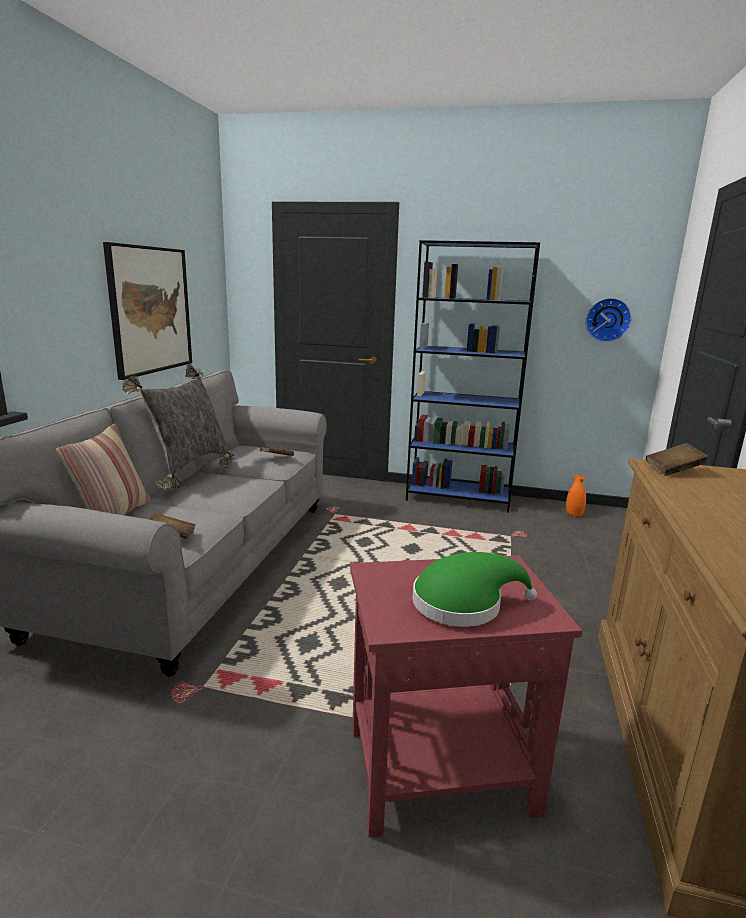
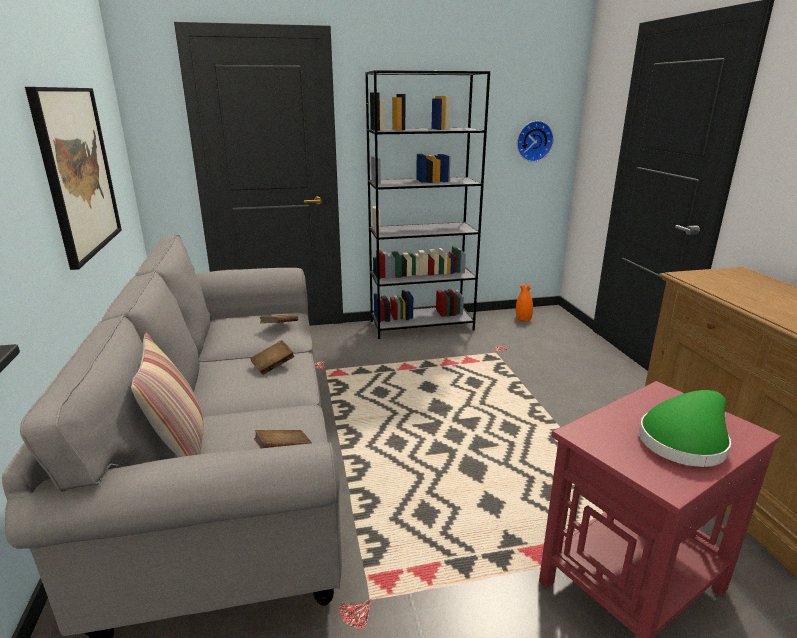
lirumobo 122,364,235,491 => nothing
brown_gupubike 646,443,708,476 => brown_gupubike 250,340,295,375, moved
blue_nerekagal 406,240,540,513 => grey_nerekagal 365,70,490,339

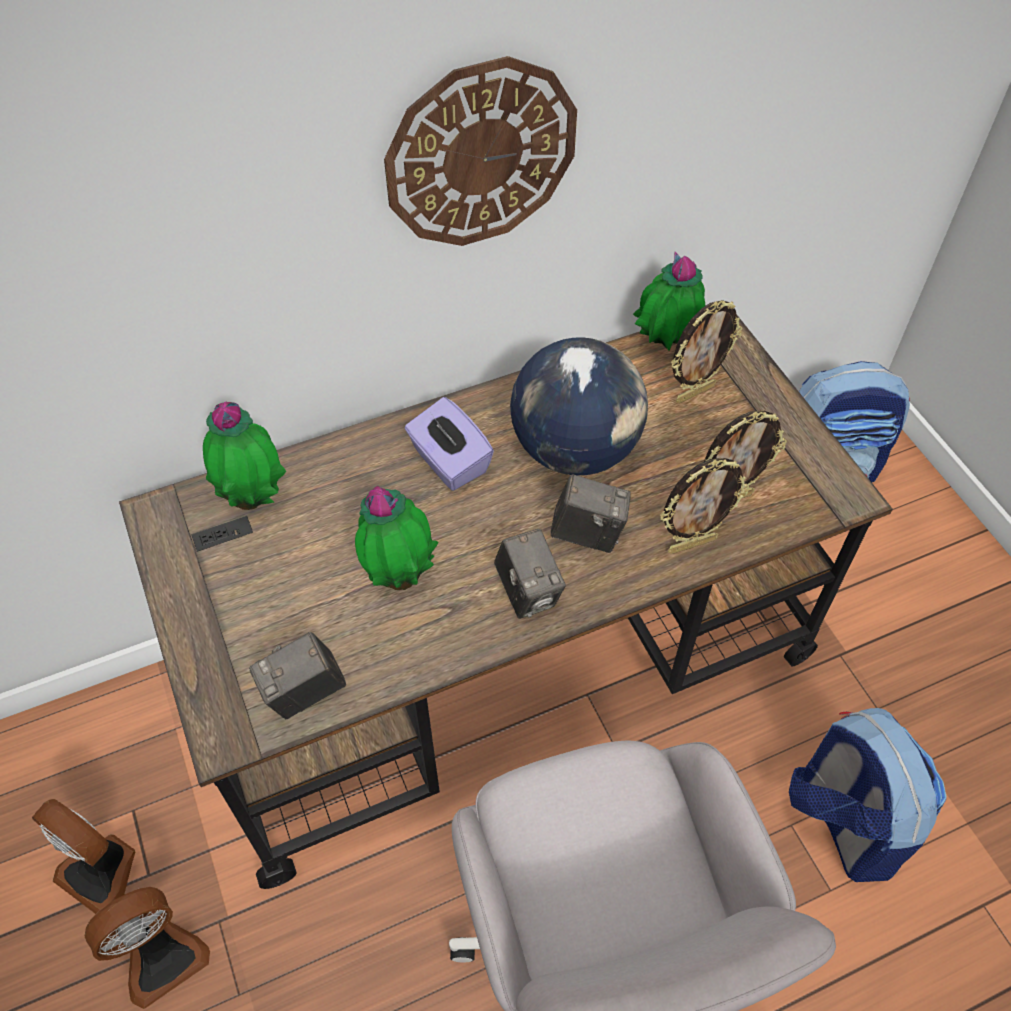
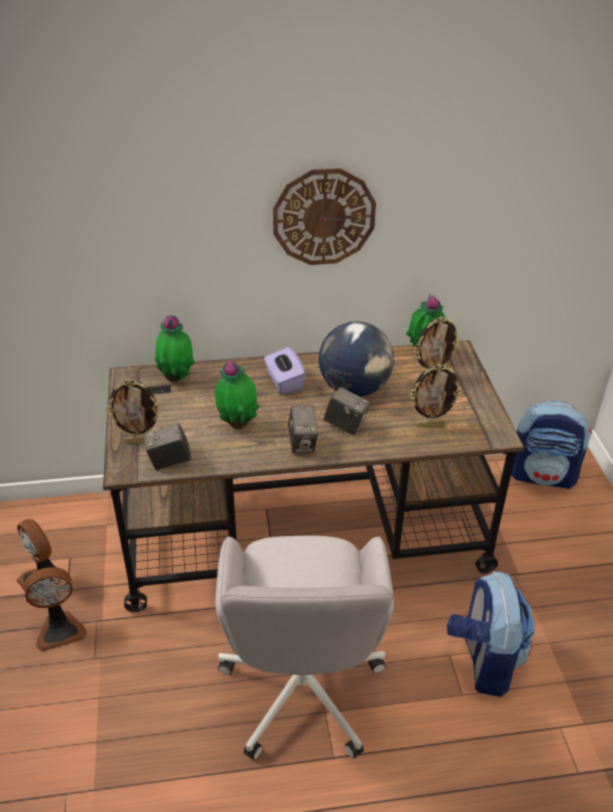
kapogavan 660,458,749,554 => kapogavan 106,379,161,444, moved

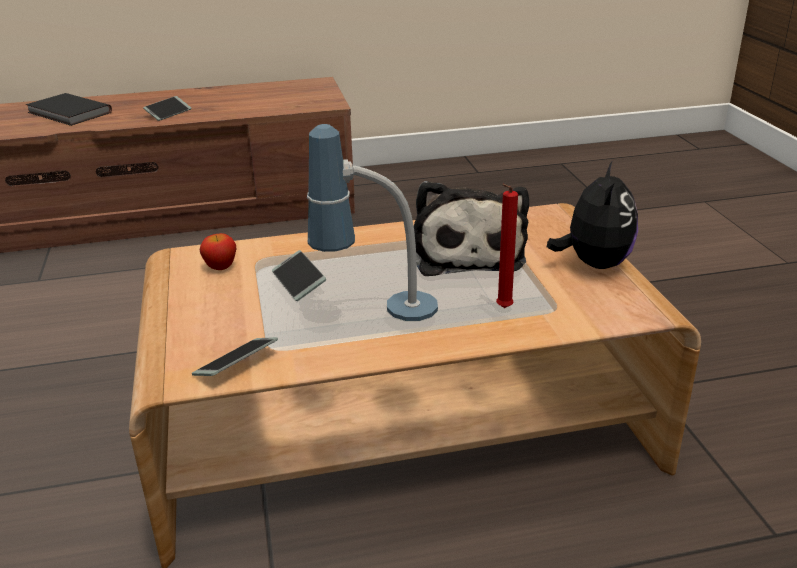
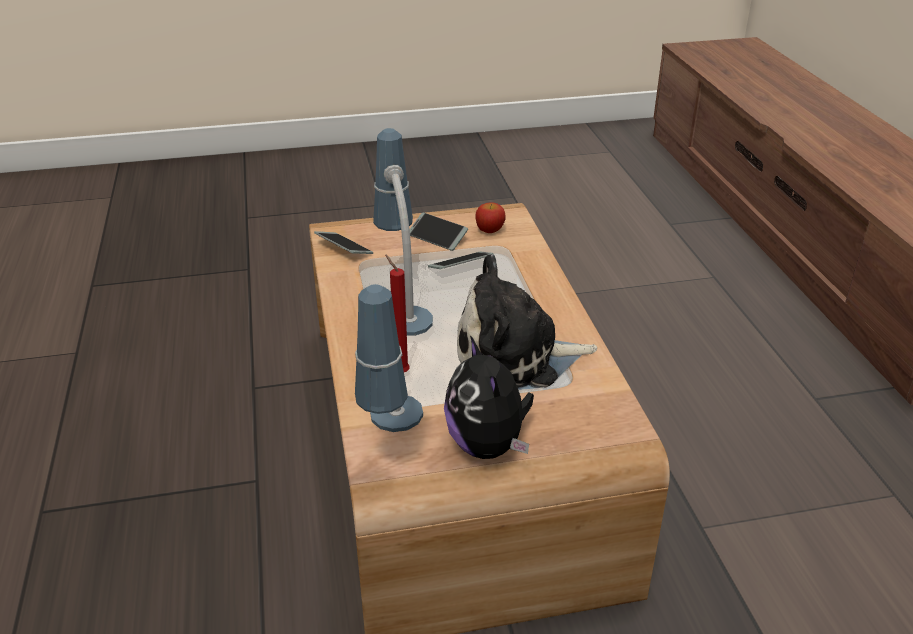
black_gupubike 26,93,112,126 => nothing
nothing => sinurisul 355,284,423,432
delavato 143,96,191,121 => delavato 410,213,468,251, moved
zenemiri 547,160,638,269 => zenemiri 444,335,534,459, 60 degrees clockwise

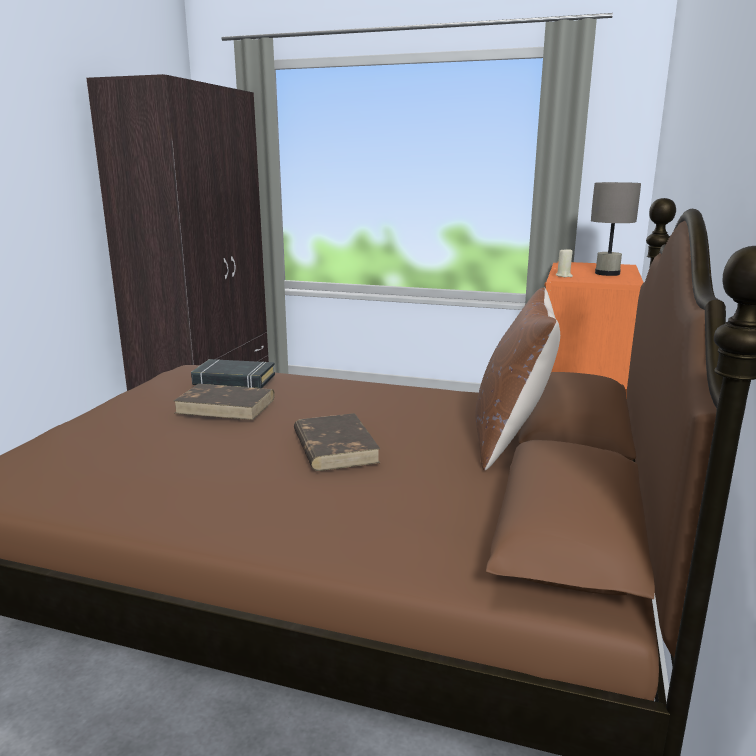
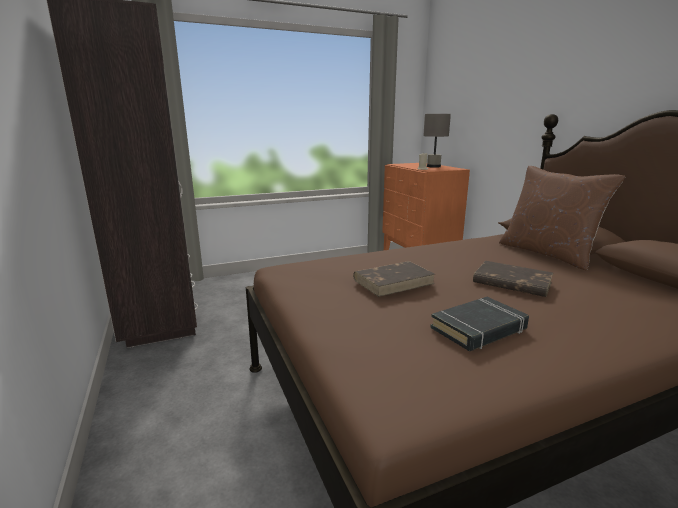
black_gupubike 191,359,275,388 => black_gupubike 430,297,529,351, moved

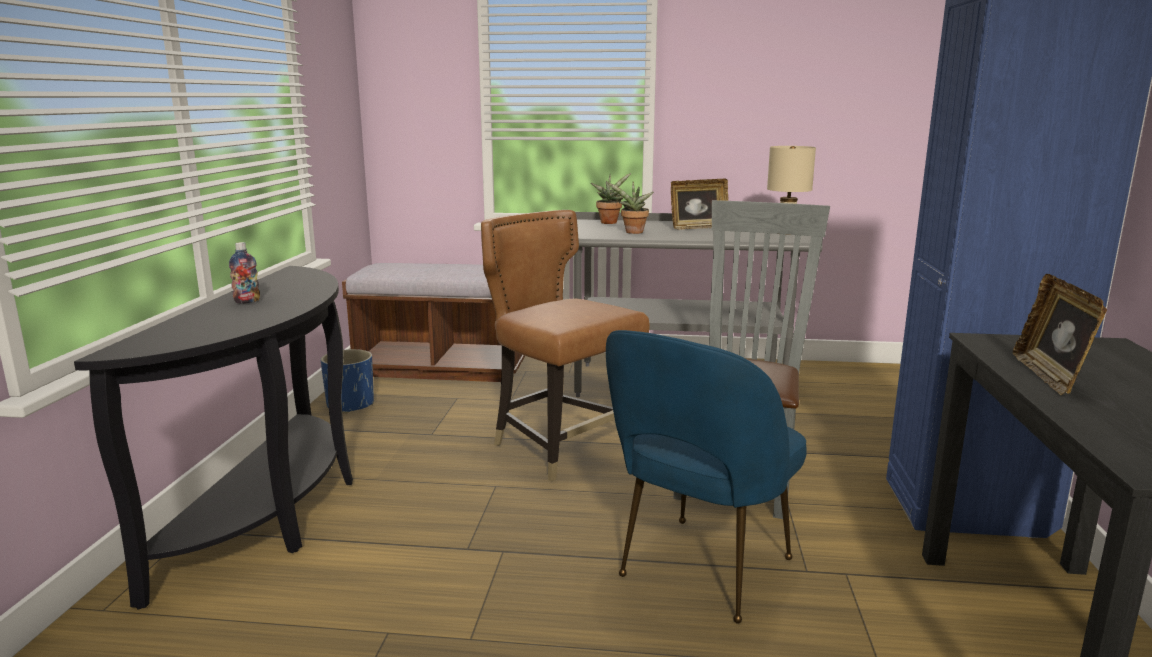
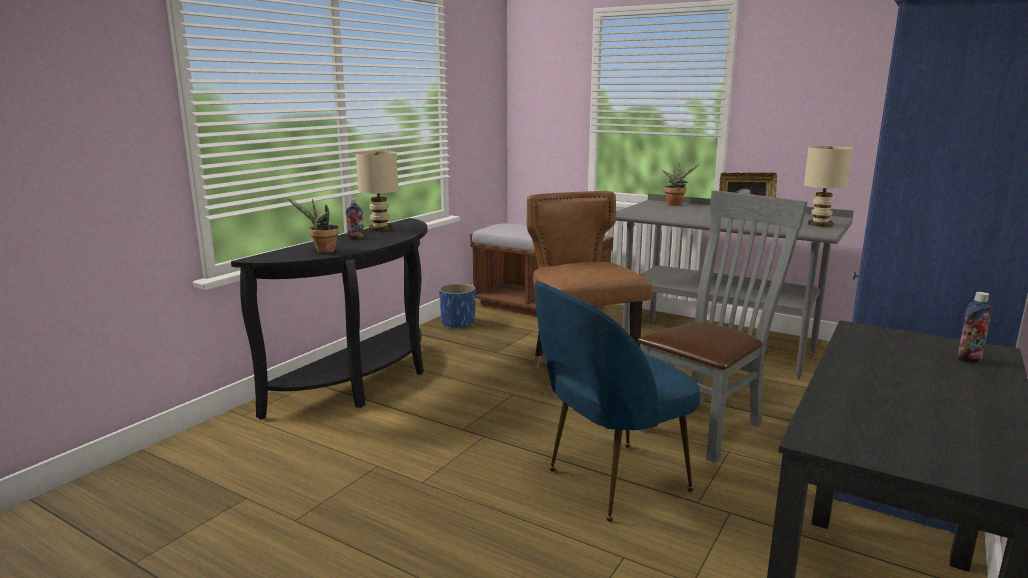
kapogavan 1013,274,1107,396 => nothing
nothing => beige_sinurisul 356,151,398,231
nothing => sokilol 957,292,992,363
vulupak 607,182,654,234 => vulupak 287,198,339,253, moved

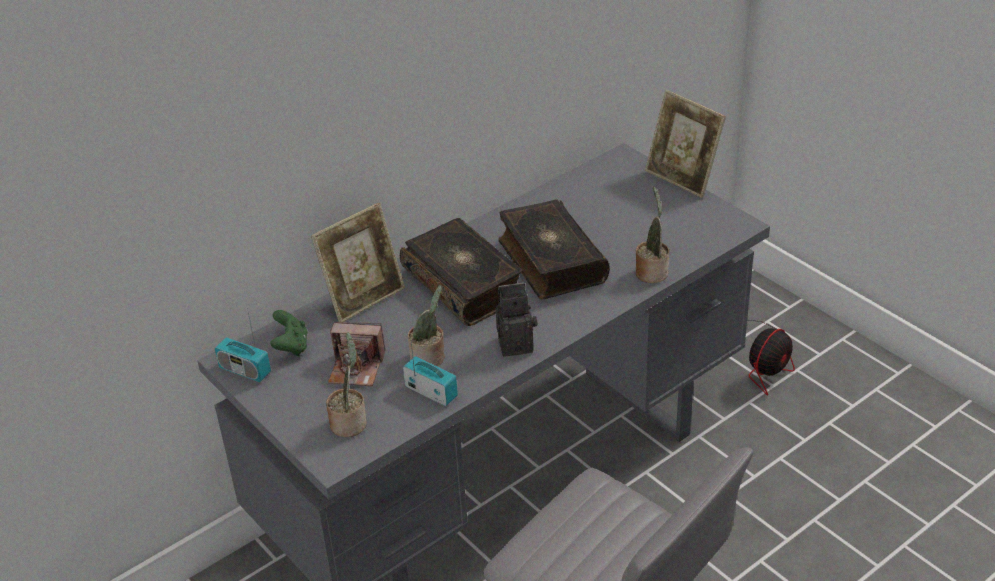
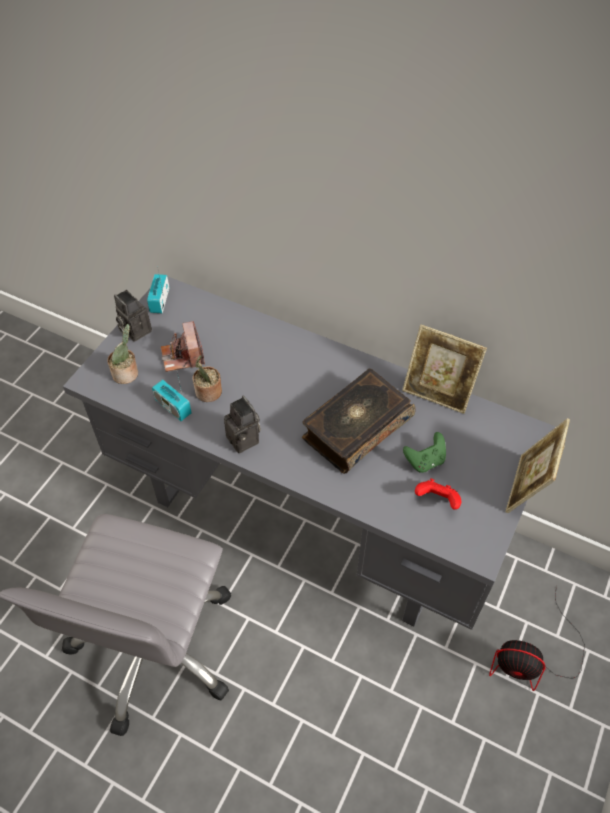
gupubike 400,218,522,326 => nothing
vulupak 636,187,669,283 => nothing
nothing => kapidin 114,290,152,342
nothing => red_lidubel 415,478,461,510
green_lidubel 270,310,308,356 => green_lidubel 403,432,446,473, moved
kapogavan 311,203,405,323 => kapogavan 402,325,487,414, moved
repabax 403,334,458,406 => repabax 152,373,192,421, 120 degrees clockwise

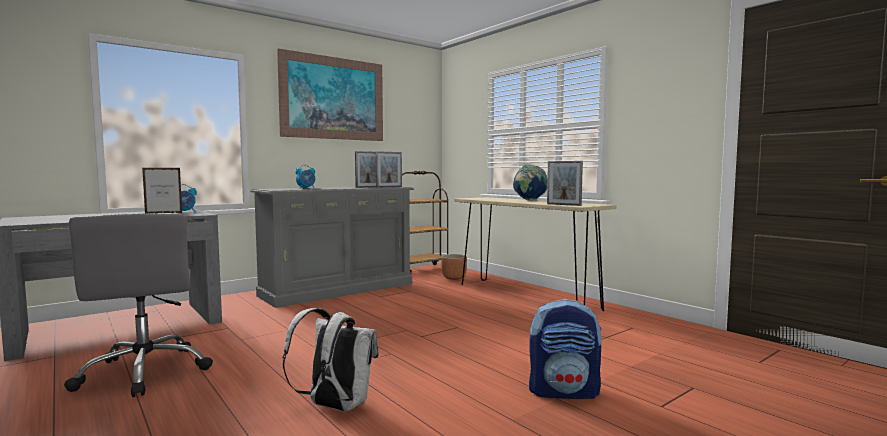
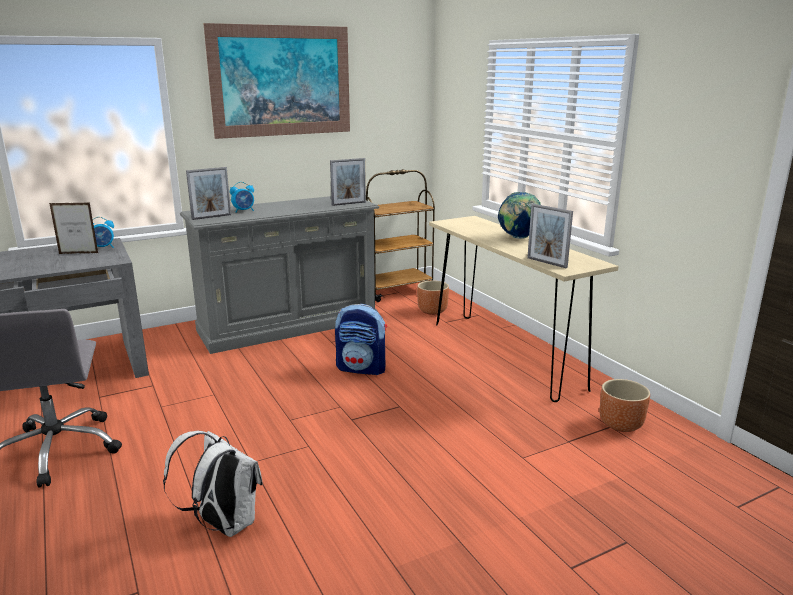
nothing => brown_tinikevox 600,379,650,432
kapogavan 355,151,376,188 => kapogavan 186,167,231,220, moved
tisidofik 529,299,602,399 => tisidofik 335,304,387,375, moved

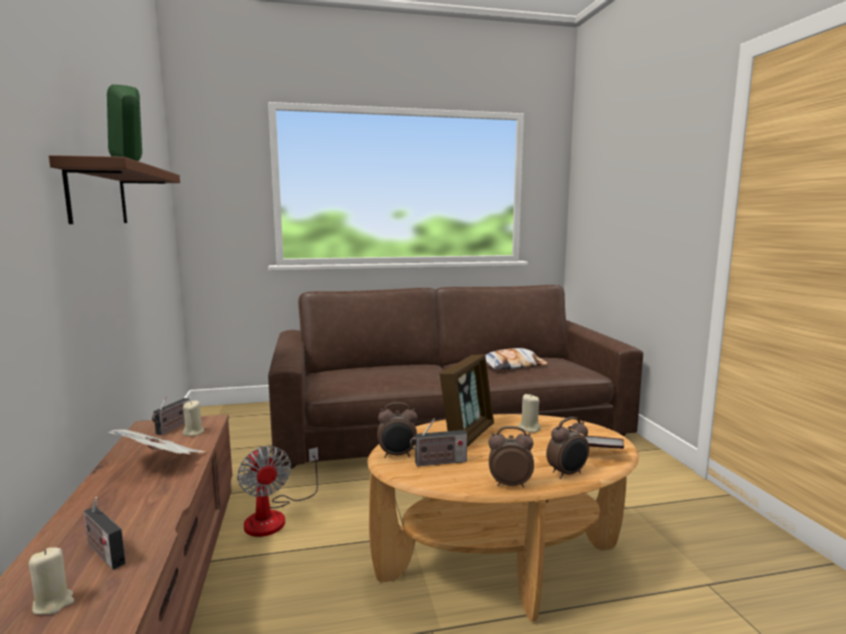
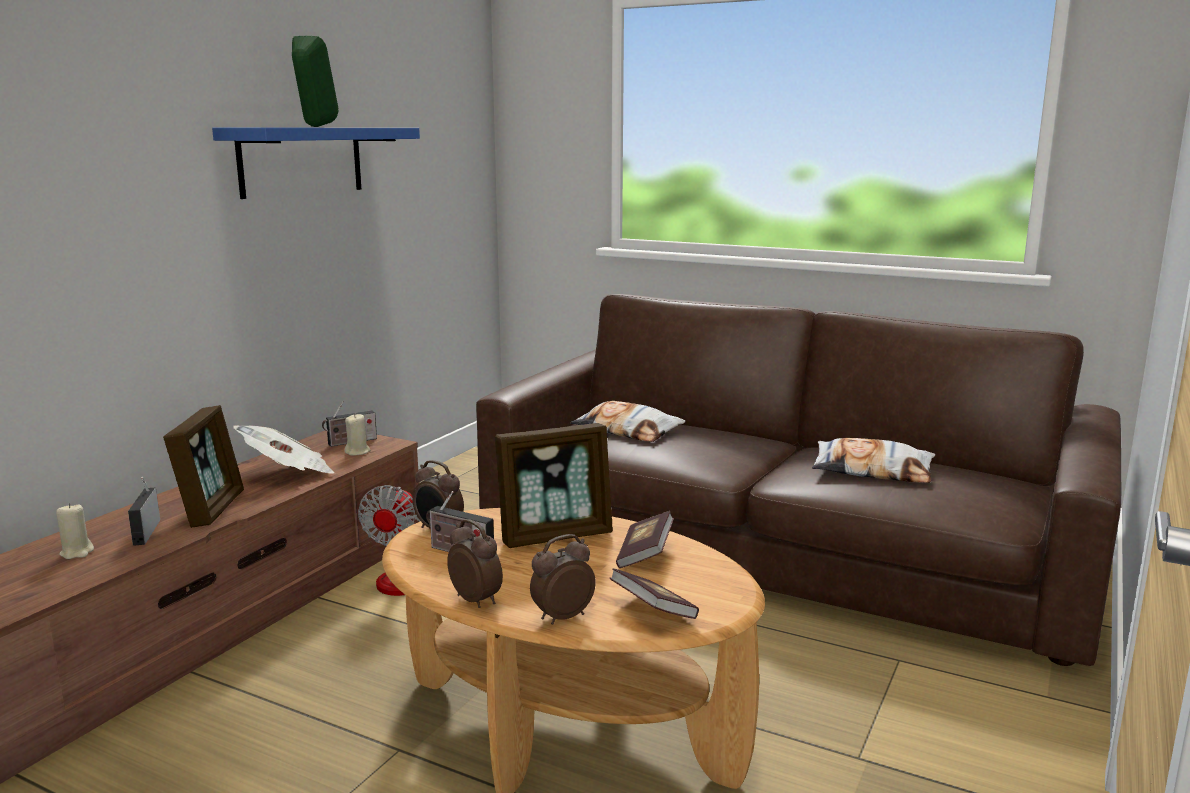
nothing => kapogavan 163,405,244,528
nothing => lirumobo 570,401,686,442
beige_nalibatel 518,394,541,433 => gupubike 616,511,674,568
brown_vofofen 49,155,180,224 => blue_vofofen 212,128,420,199
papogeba 546,417,589,479 => papogeba 530,534,596,625, 135 degrees clockwise

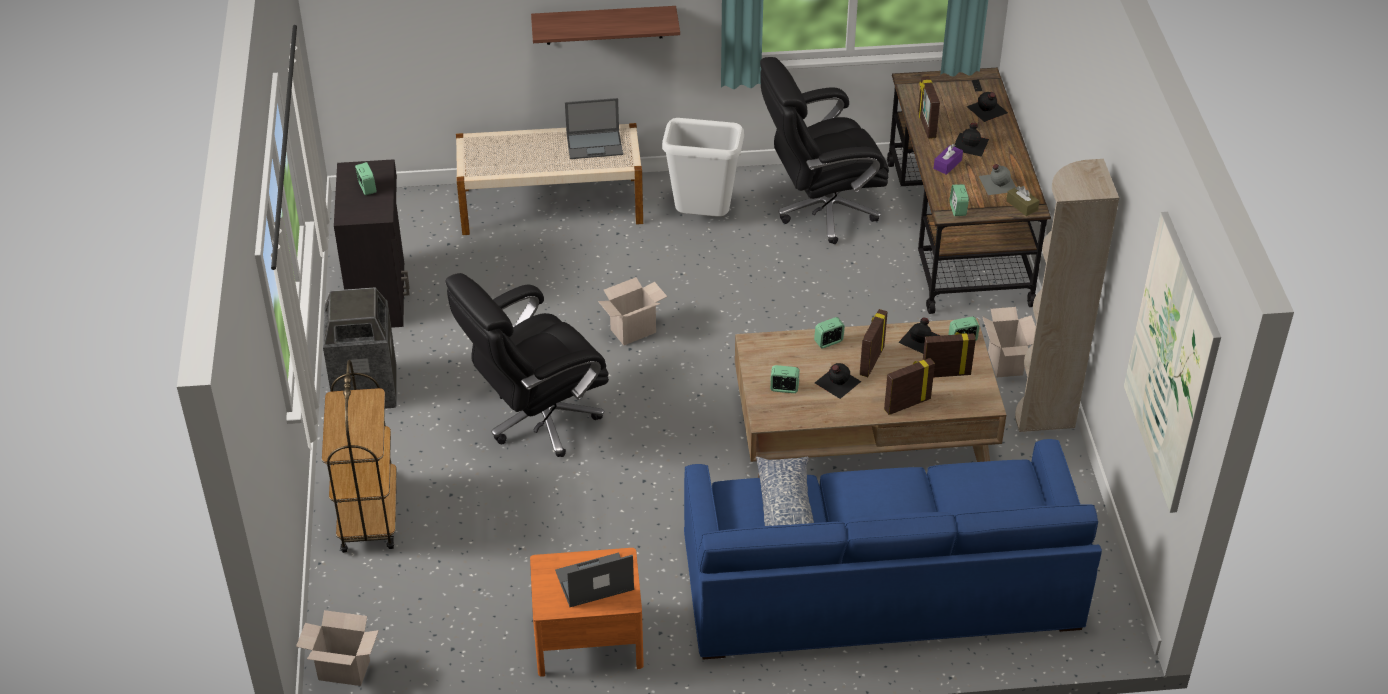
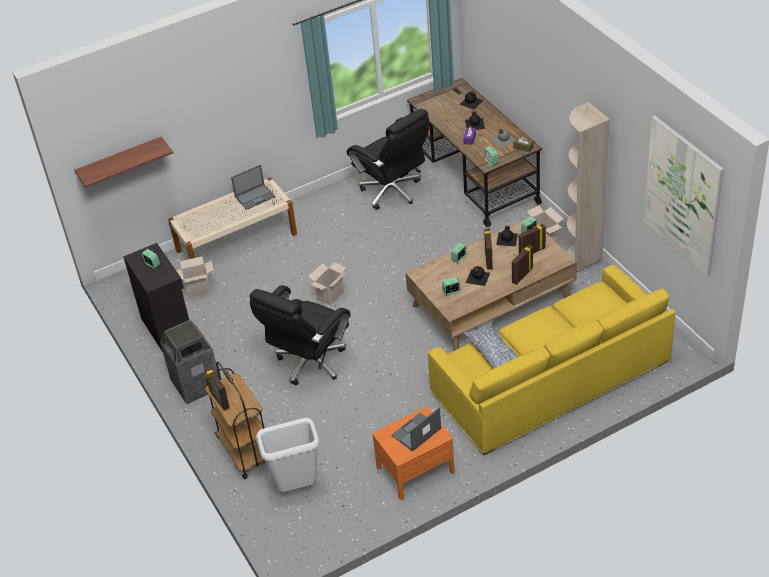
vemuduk 296,610,379,686 => vemuduk 176,256,214,297, moved
vofofen 531,6,680,45 => vofofen 74,136,173,188, moved
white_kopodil 662,118,744,217 => white_kopodil 256,418,319,492, moved
kapogavan 918,76,940,139 => kapogavan 204,367,230,411, moved
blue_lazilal 684,439,1102,659 => yellow_lazilal 428,265,676,455
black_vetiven 760,57,889,244 => black_vetiven 347,109,429,210, 90 degrees counterclockwise

